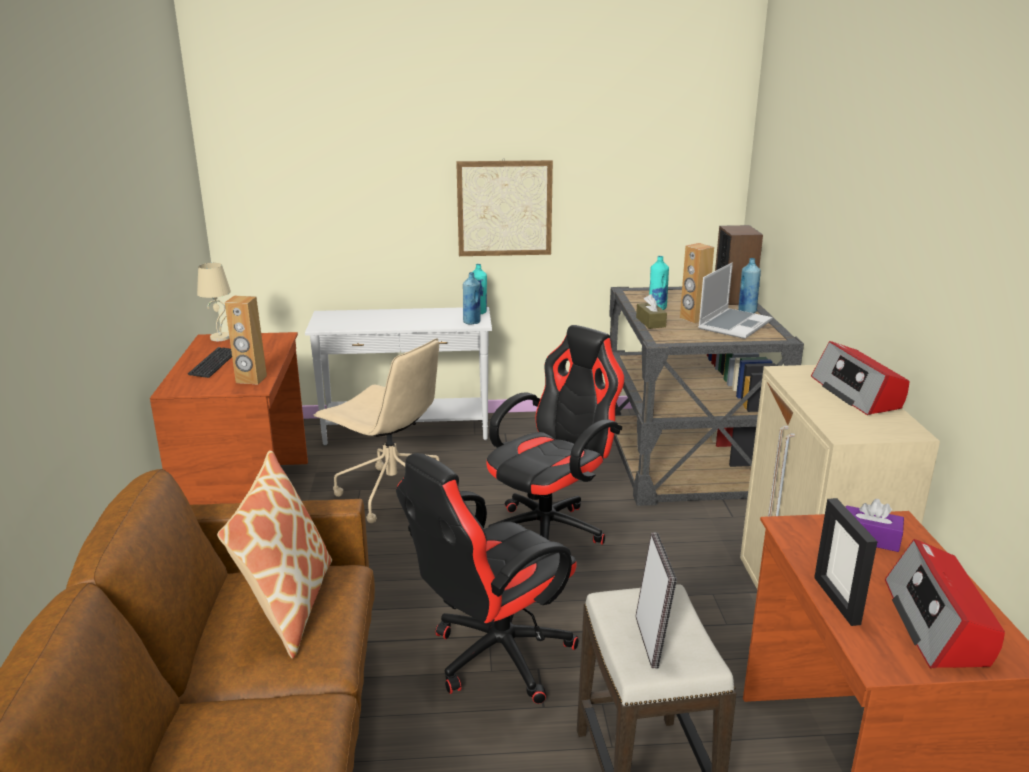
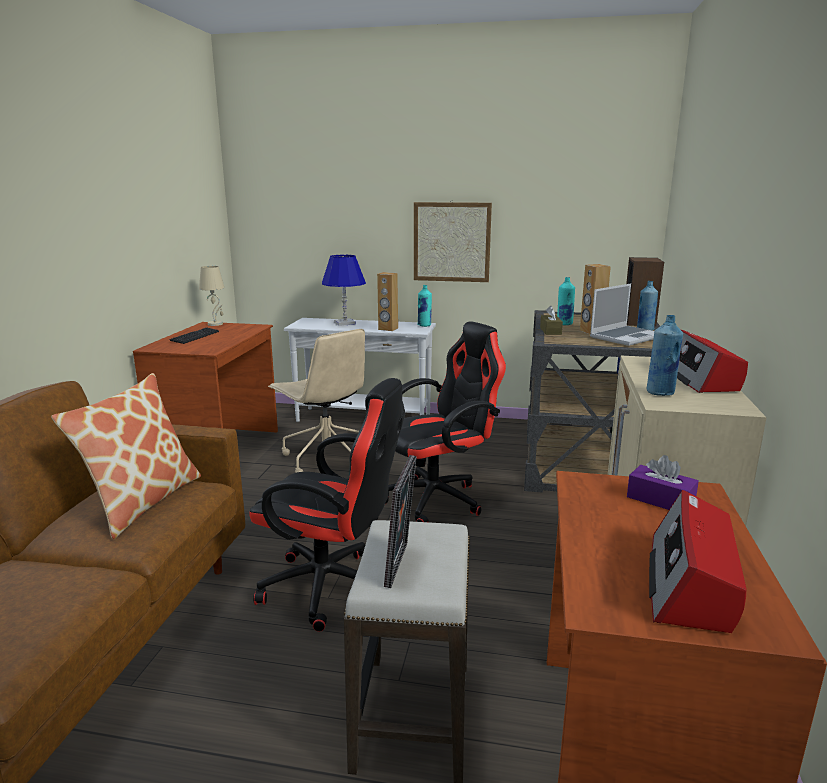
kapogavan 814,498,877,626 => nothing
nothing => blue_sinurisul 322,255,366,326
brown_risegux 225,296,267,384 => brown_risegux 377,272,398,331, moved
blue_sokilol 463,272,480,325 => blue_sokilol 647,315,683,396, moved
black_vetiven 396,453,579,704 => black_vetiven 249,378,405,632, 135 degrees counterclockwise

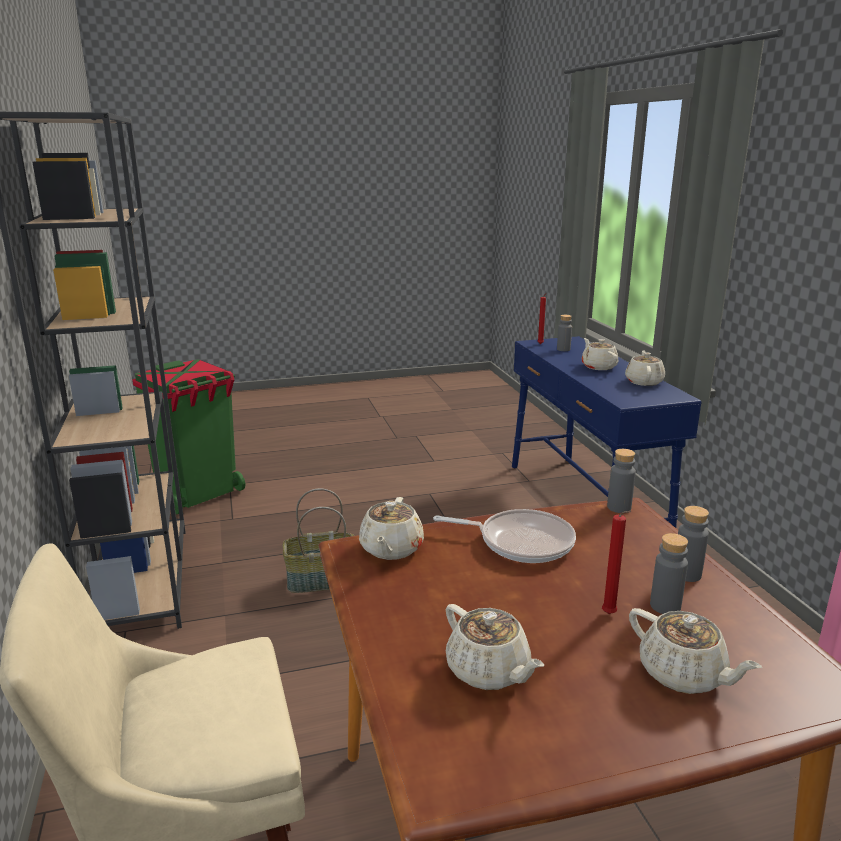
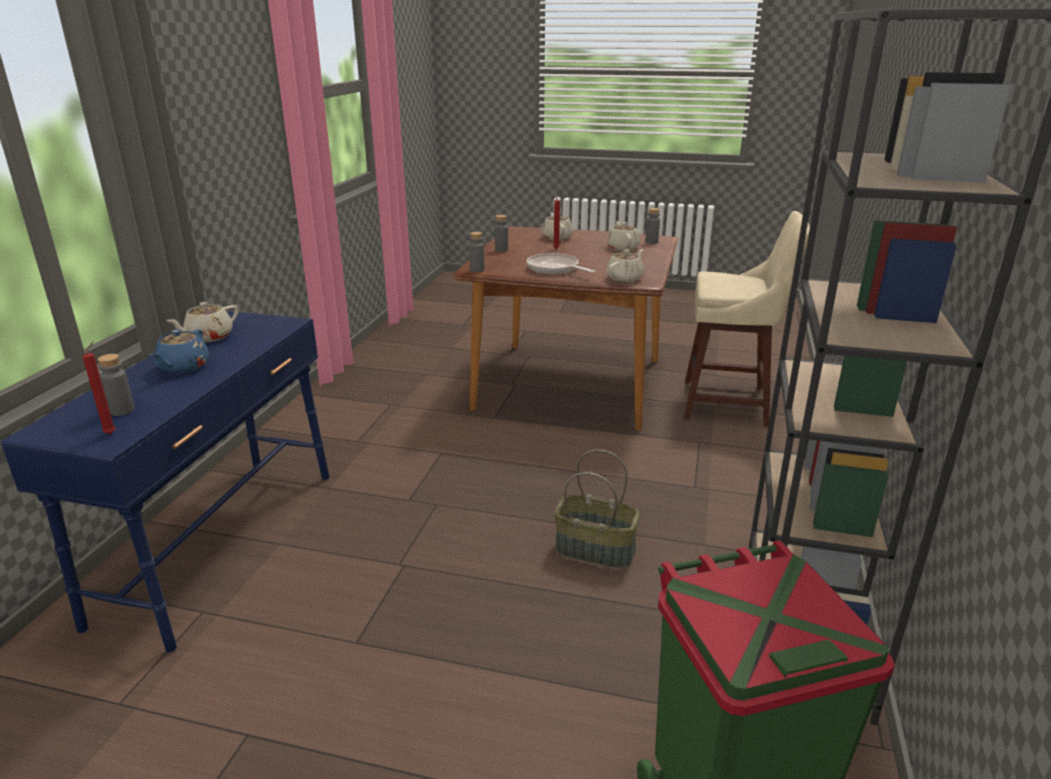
grey_sokilol 650,533,688,614 => grey_sokilol 645,208,660,244, moved
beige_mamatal 582,338,618,370 => blue_mamatal 151,329,209,373

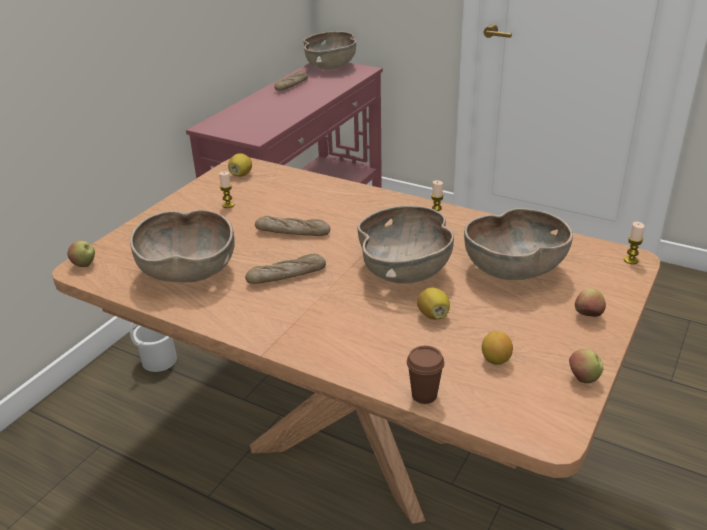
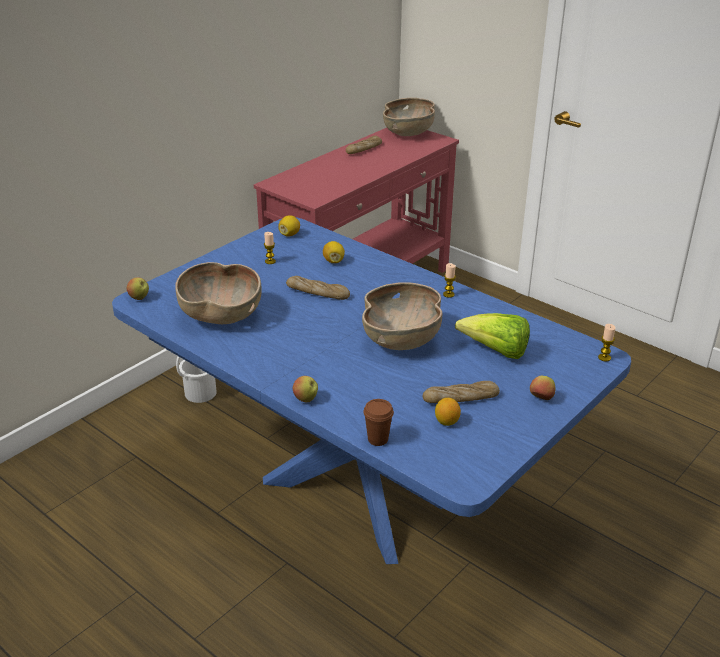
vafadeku 245,254,326,284 => vafadeku 423,381,500,403, moved
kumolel 417,287,450,320 => kumolel 323,241,345,263, moved
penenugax 569,349,603,383 => penenugax 293,376,318,402, moved
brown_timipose 464,208,573,280 => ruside 455,313,530,359
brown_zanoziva 52,157,660,524 => blue_zanoziva 112,217,631,564

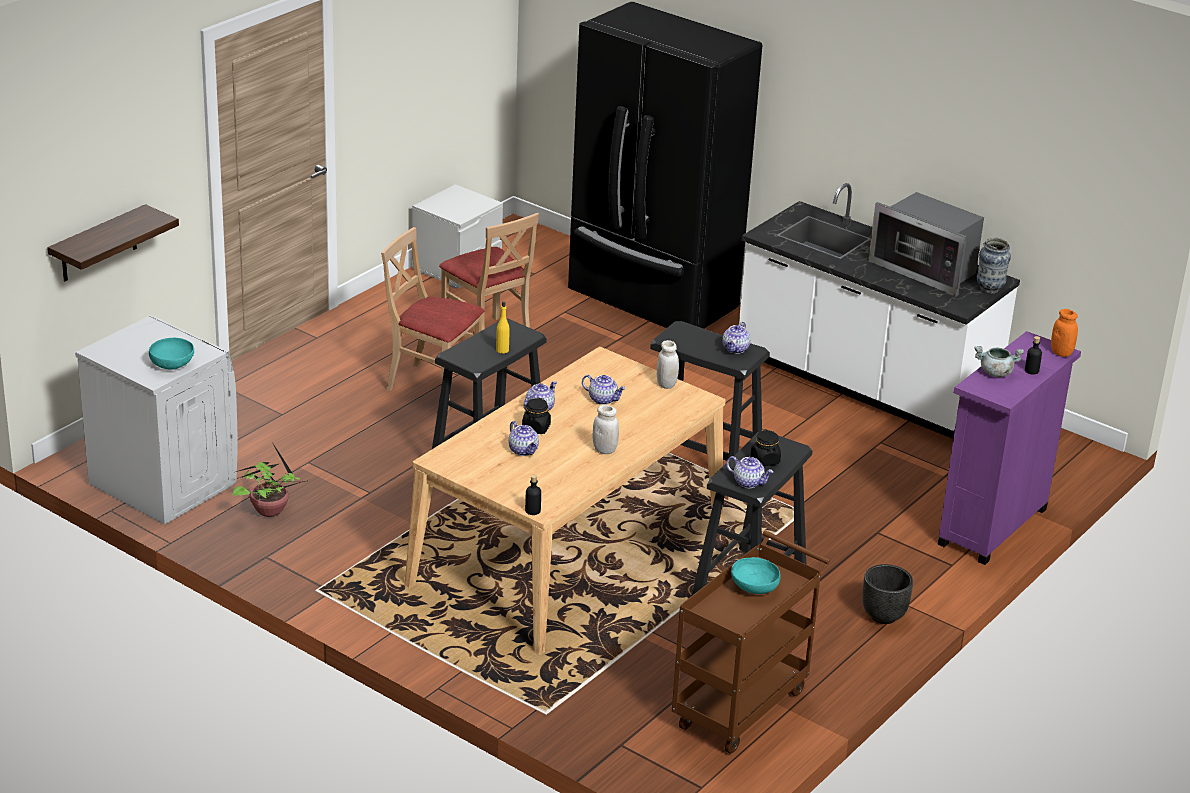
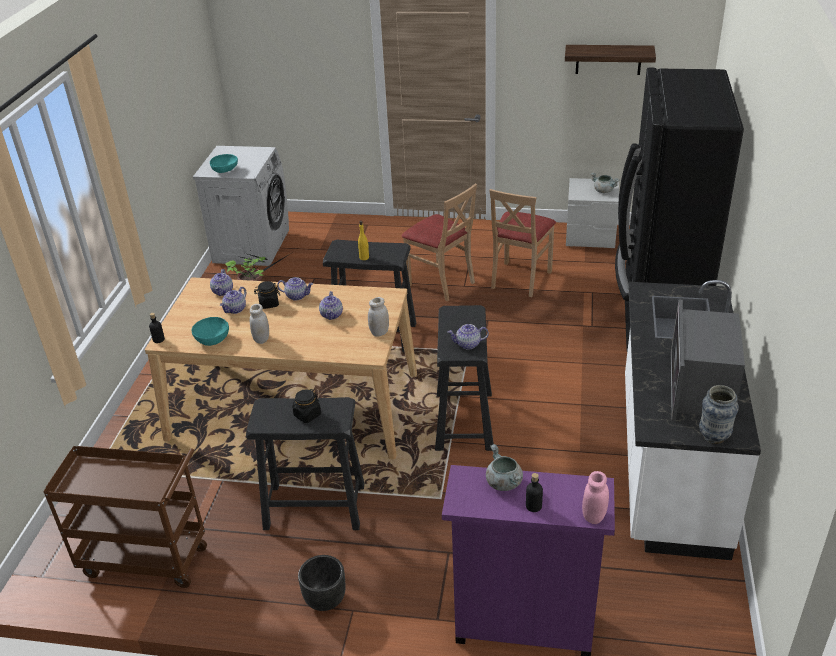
nothing => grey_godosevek 591,173,620,193
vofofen 47,204,179,281 => vofofen 565,45,656,75, moved
mamatal 726,456,773,488 => mamatal 210,269,233,296, moved
turquoise_timipose 731,557,780,594 => turquoise_timipose 192,317,229,346, moved
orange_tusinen 1051,309,1078,357 => pink_tusinen 582,471,609,524
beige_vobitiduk 381,227,484,410 => beige_vobitiduk 401,183,477,301, 135 degrees clockwise

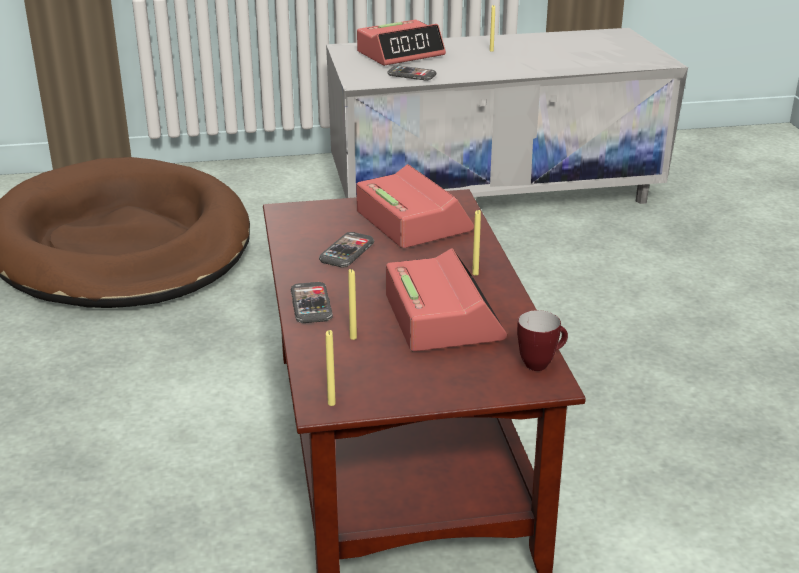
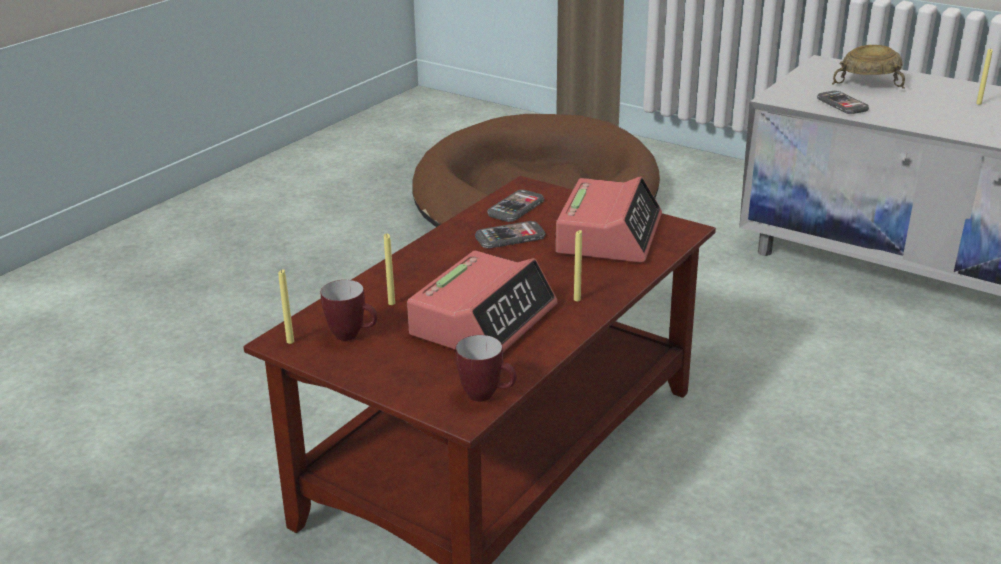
nothing => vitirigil 321,280,377,341
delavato 291,282,333,323 => delavato 487,190,544,222, moved
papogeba 357,20,446,66 => beige_timipose 832,45,905,89

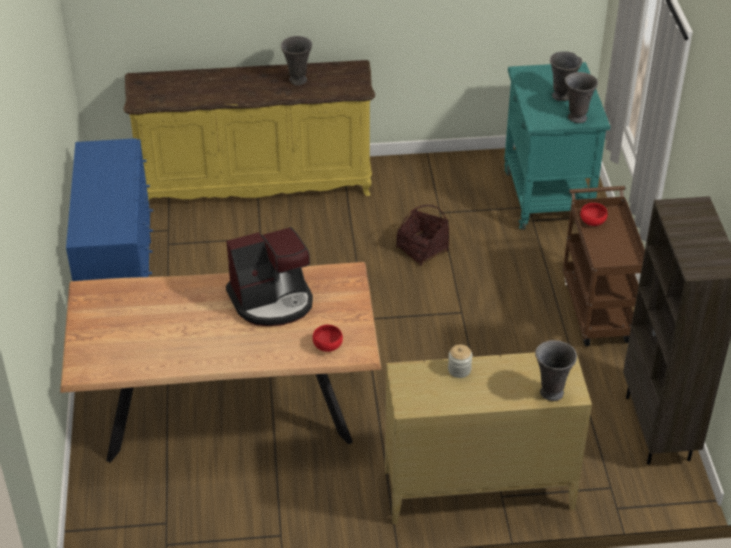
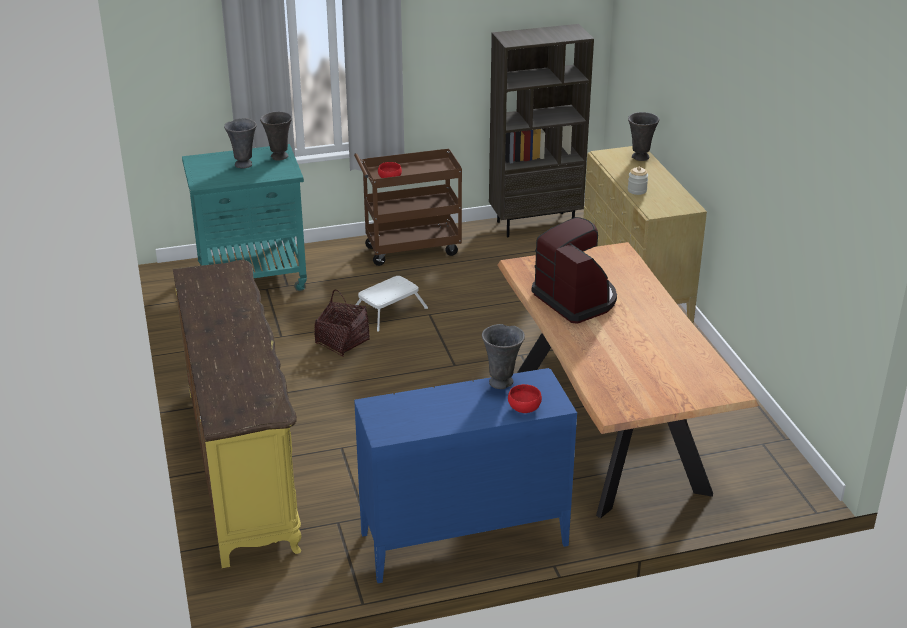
nothing => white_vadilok 351,276,428,331
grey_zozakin 281,36,312,85 => grey_zozakin 482,324,525,389, moved
red_timipose 313,325,343,352 => red_timipose 508,384,542,413, moved

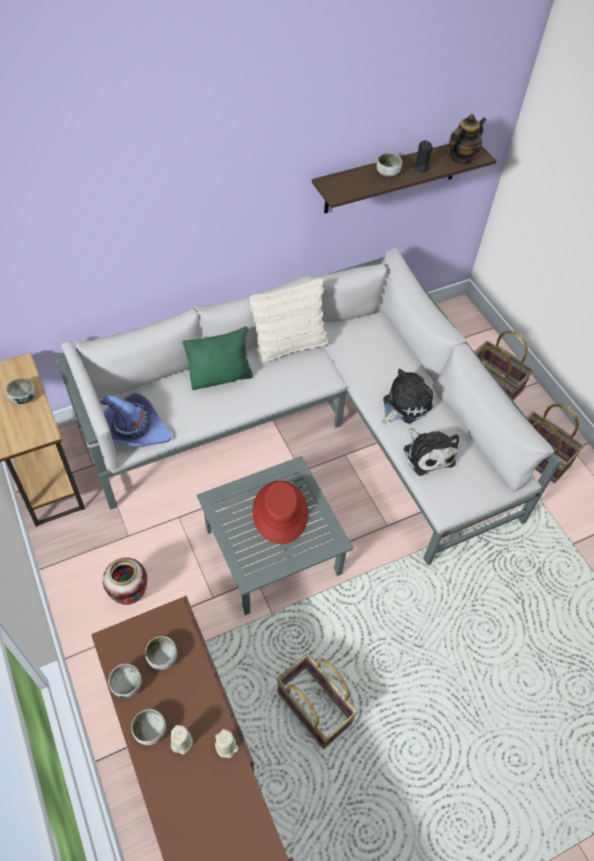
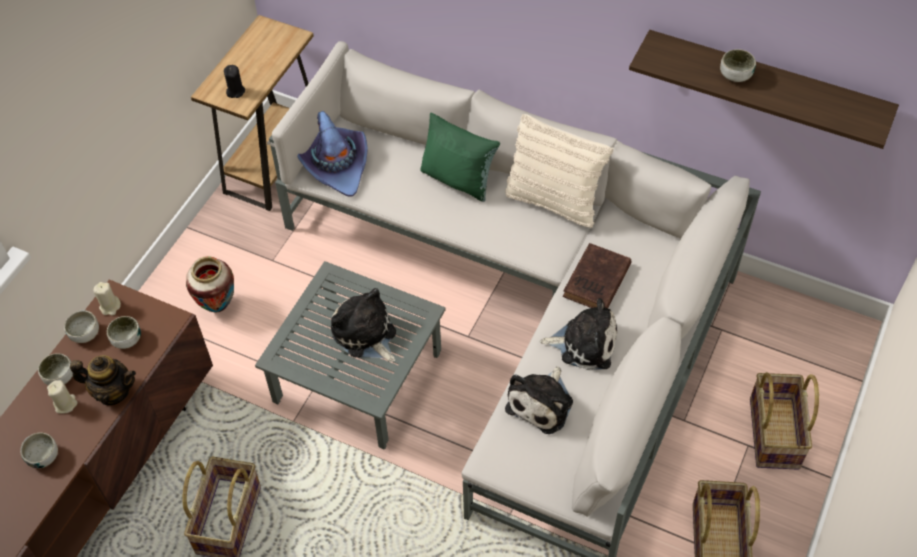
nothing => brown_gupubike 563,243,631,308
timipose 6,378,35,404 => timipose 20,433,58,468, moved
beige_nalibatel 215,729,239,758 => beige_nalibatel 93,282,121,315, moved
black_nalibatel 412,140,433,172 => black_nalibatel 224,65,245,98, moved
mamatal 447,114,486,163 => mamatal 70,356,136,405, moved
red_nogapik 252,481,308,544 => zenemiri 331,288,396,362

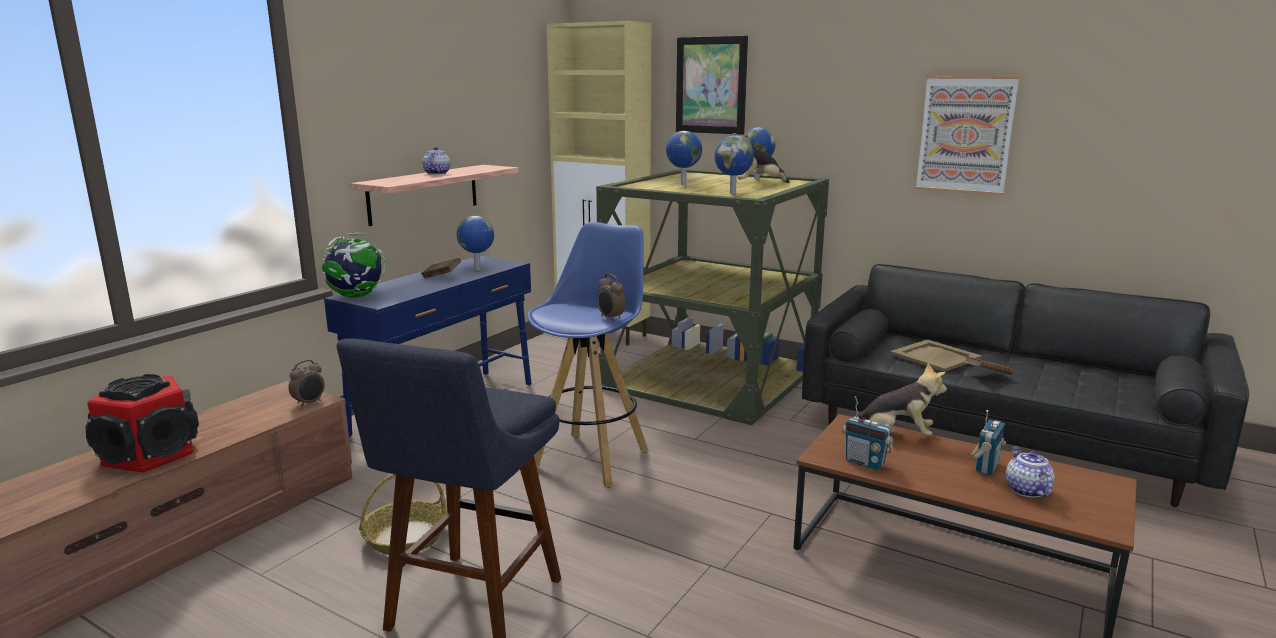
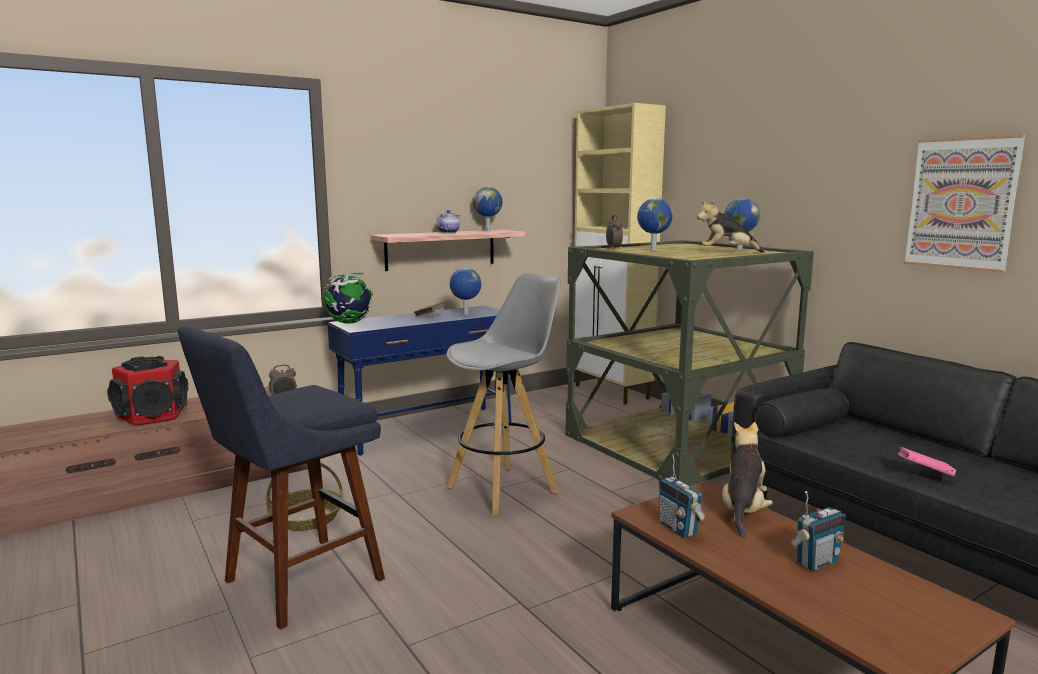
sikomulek 676,36,748,135 => nothing
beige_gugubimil 890,339,982,372 => nothing
mamatal 1006,446,1055,498 => nothing
papogeba 597,274,625,321 => papogeba 606,215,623,250, moved
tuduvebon 715,136,754,195 => tuduvebon 473,187,502,231, moved
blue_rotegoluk 527,222,649,488 => grey_rotegoluk 446,272,561,516
brown_gupubike 964,356,1013,375 => pink_gupubike 898,447,956,476
zenemiri 842,363,947,435 => zenemiri 722,422,773,538, 105 degrees counterclockwise

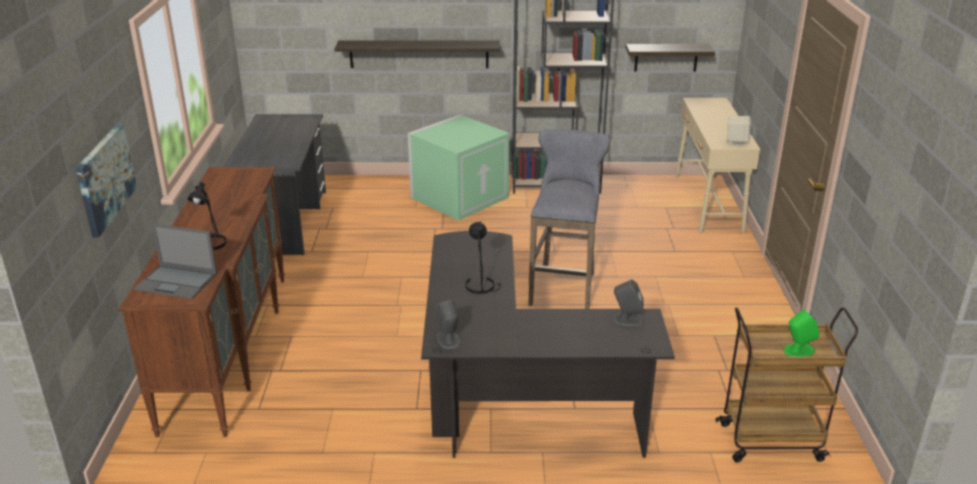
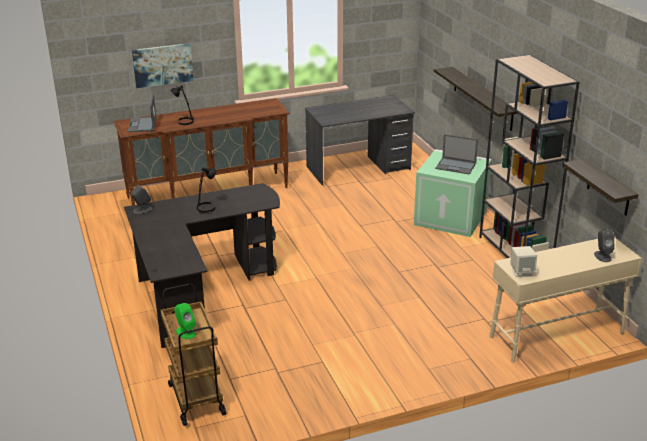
grey_rotegoluk 528,129,610,309 => nothing
nothing => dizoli 435,134,478,175
grey_risegux 613,280,644,327 => grey_risegux 594,229,614,262, moved

